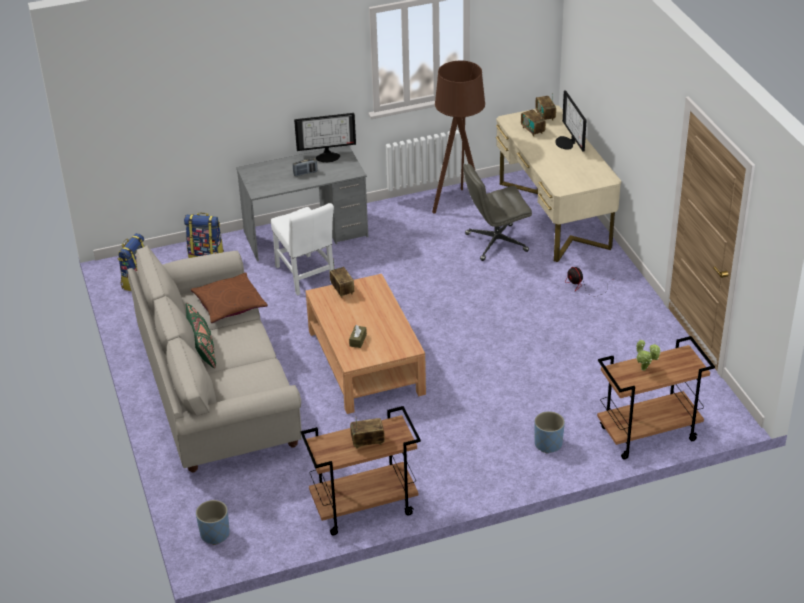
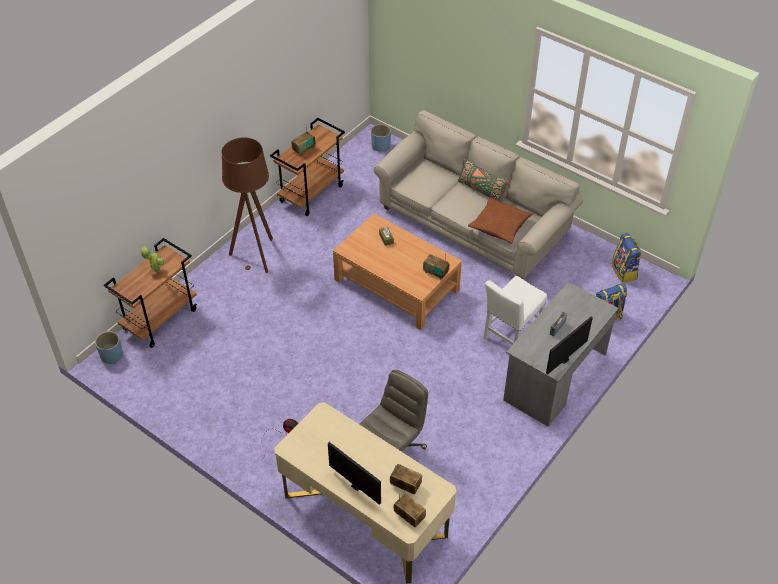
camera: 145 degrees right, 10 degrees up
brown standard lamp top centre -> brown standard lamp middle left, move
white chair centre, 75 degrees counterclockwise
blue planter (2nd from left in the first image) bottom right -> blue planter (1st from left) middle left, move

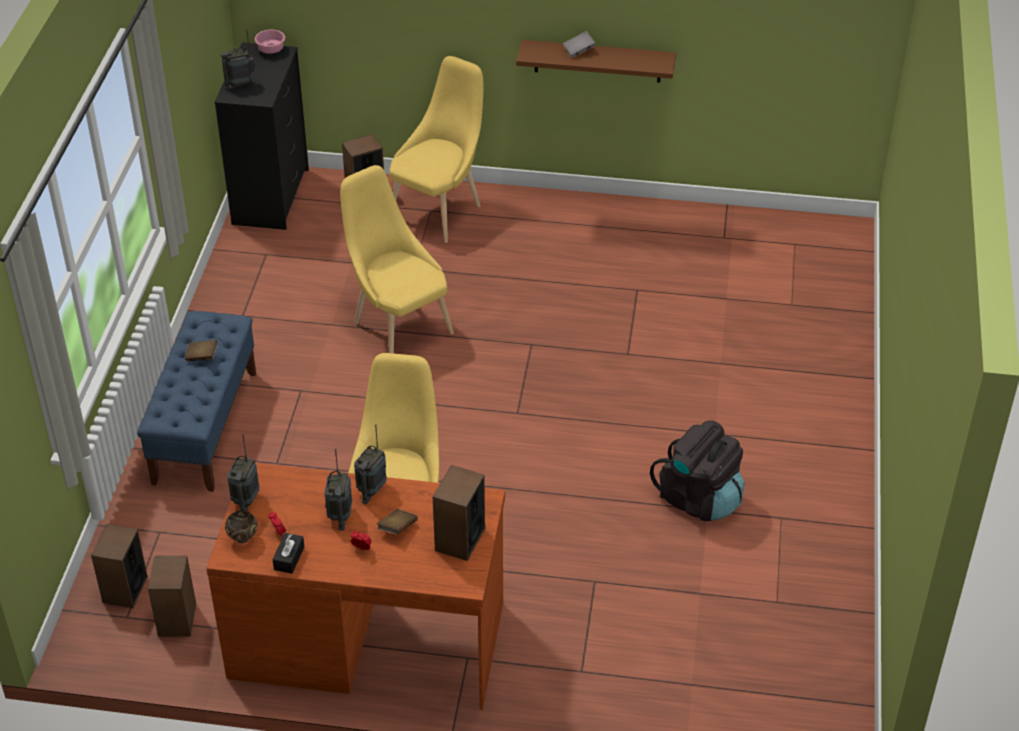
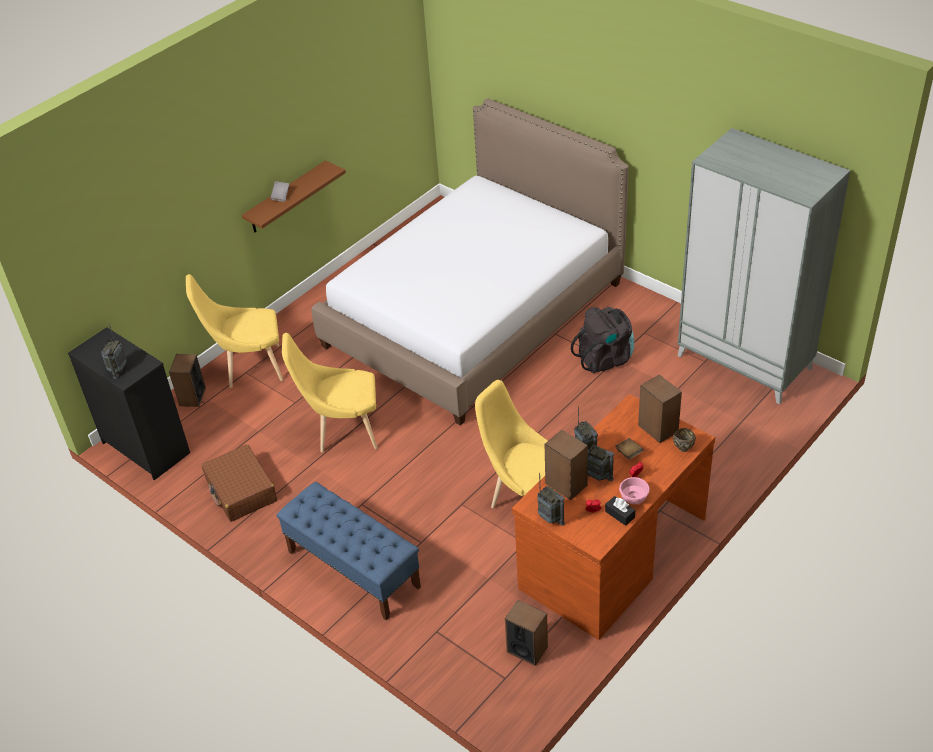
camera: 55 degrees left, 0 degrees up
pink-coloured deep dish top left -> pink-coloured deep dish middle right, move
yellowish chair (3rd from left in the first image) top centre -> yellowish chair (1st from left) middle left, 75 degrees counterclockwise
brown volume (1st from left) middle left -> none
brown deep dish bottom left -> brown deep dish middle right, move
loudspeaker (1st from left in the first image) bottom left -> loudspeaker (3rd from left) centre, move
none -> bed centre
none -> gray clothes cupboard middle right
none -> brown travel case middle left

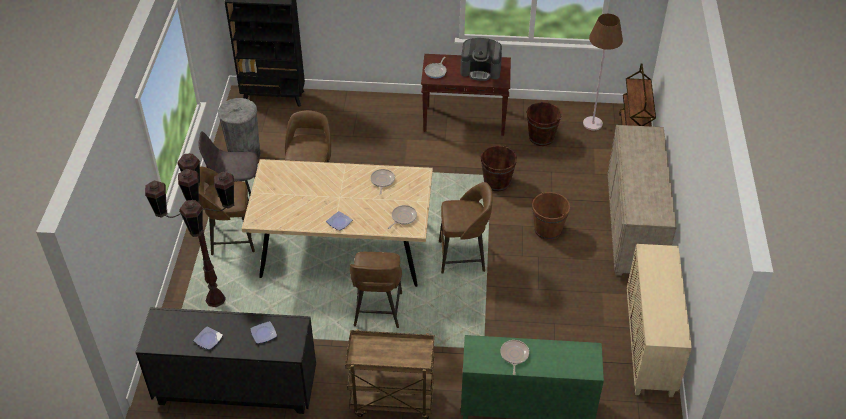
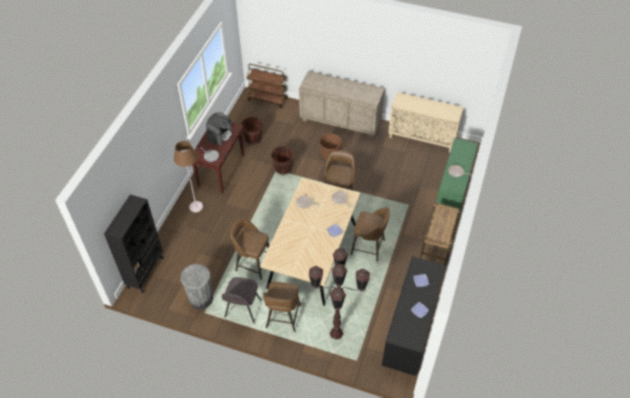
camera: 75 degrees left, 5 degrees up
brown standard lamp (2nd from left in the first image) top right -> brown standard lamp (1st from left) middle left, move

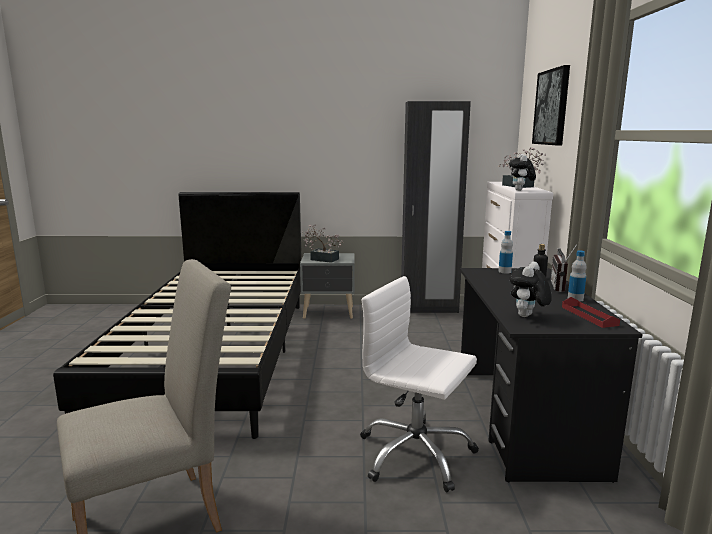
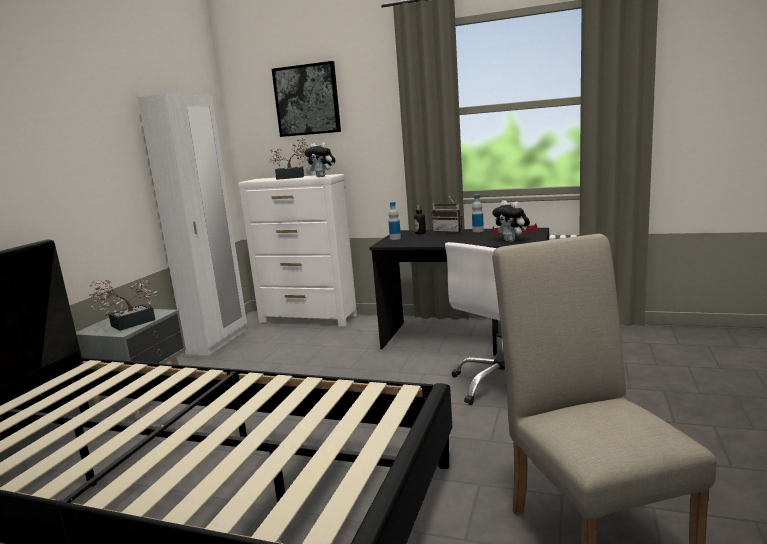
camera: 70 degrees left, 0 degrees up
blackish clothes cupboard centre -> white clothes cupboard middle left

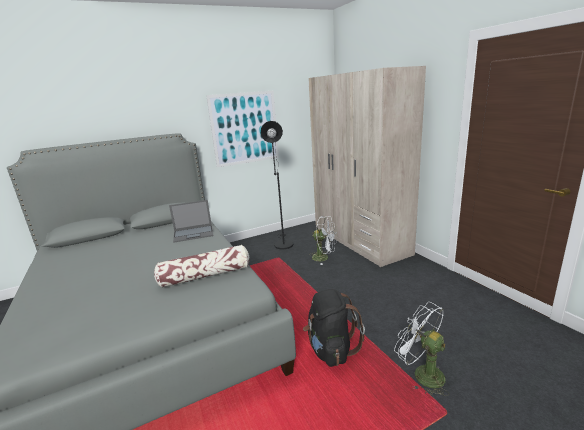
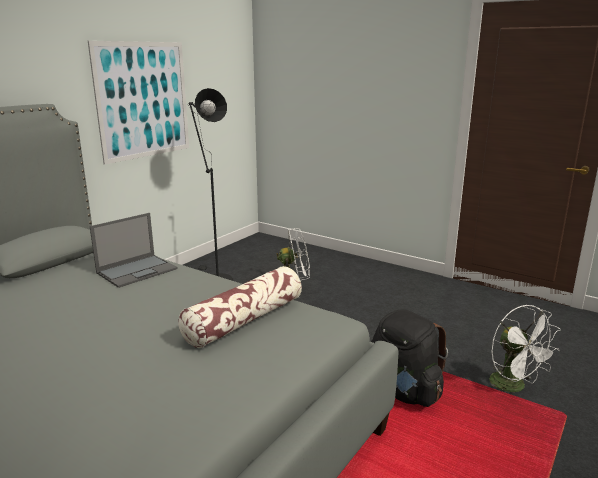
camera: 30 degrees left, 0 degrees up
beige-coloured clothes cupboard centre -> none
white fan (2nd from left) bottom right, 135 degrees counterclockwise

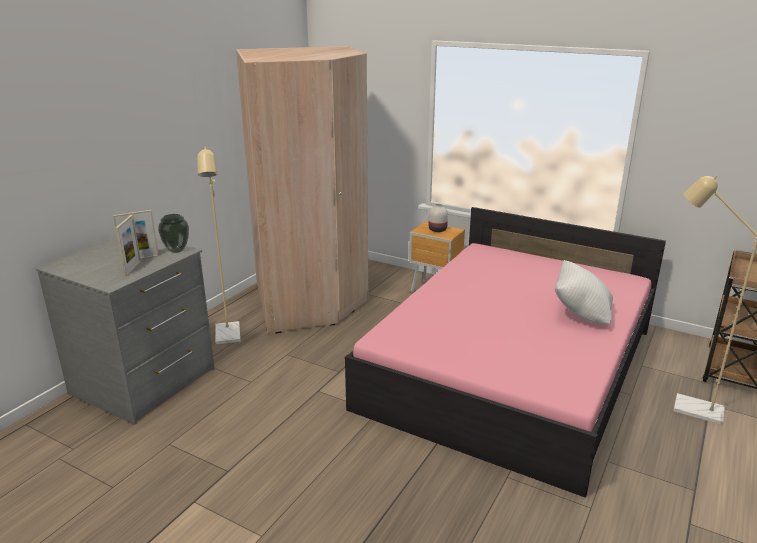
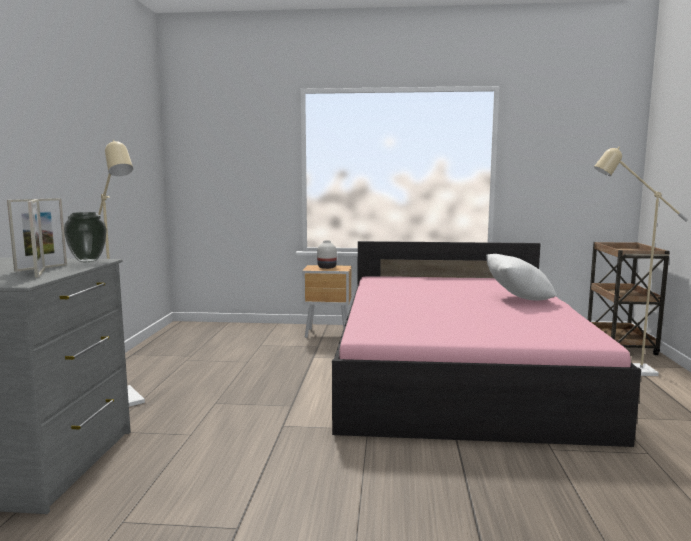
camera: 25 degrees left, 15 degrees down
beige-coloured clothes cupboard centre -> none

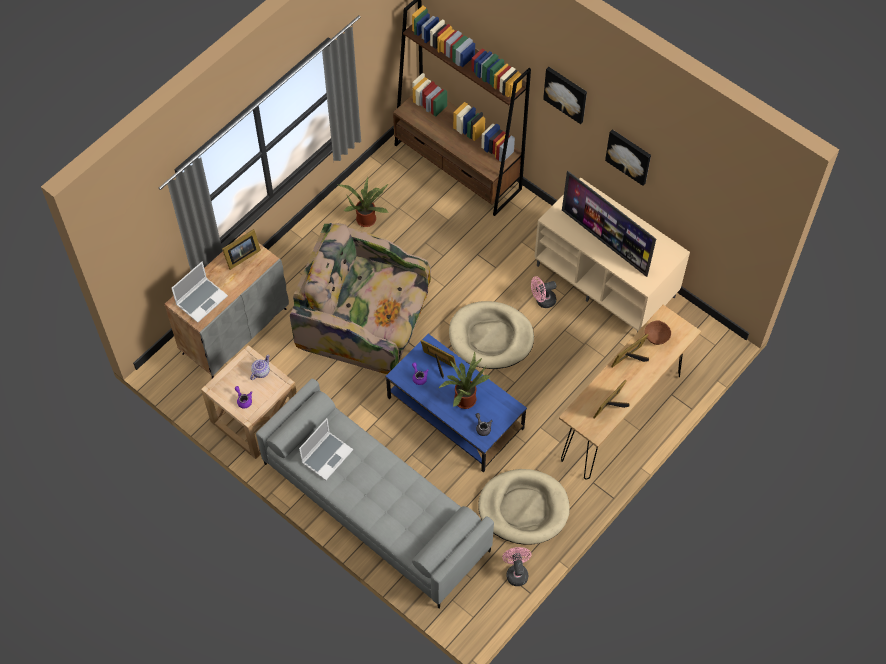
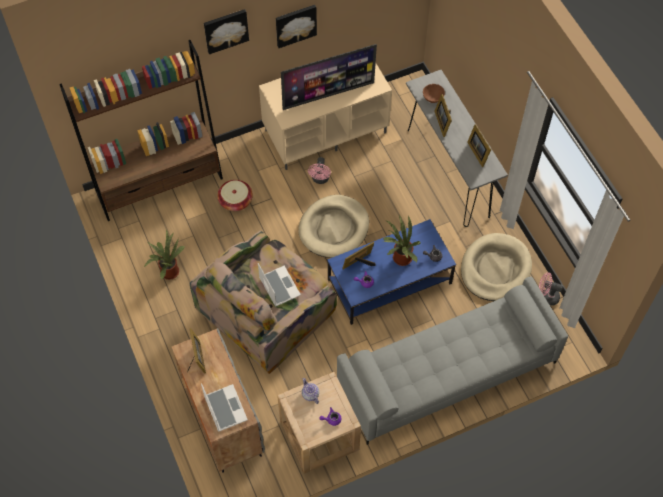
camera: 65 degrees left, 0 degrees up
brown hall table middle right -> gray hall table top right
portable computer (2nd from left) bottom centre -> portable computer (2nd from left) centre, move
none -> household basket centre

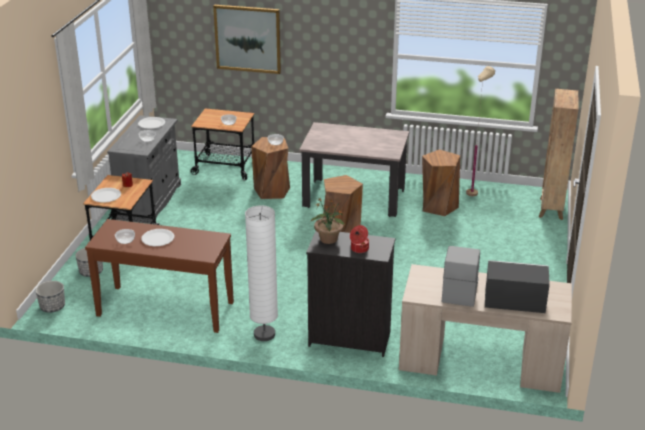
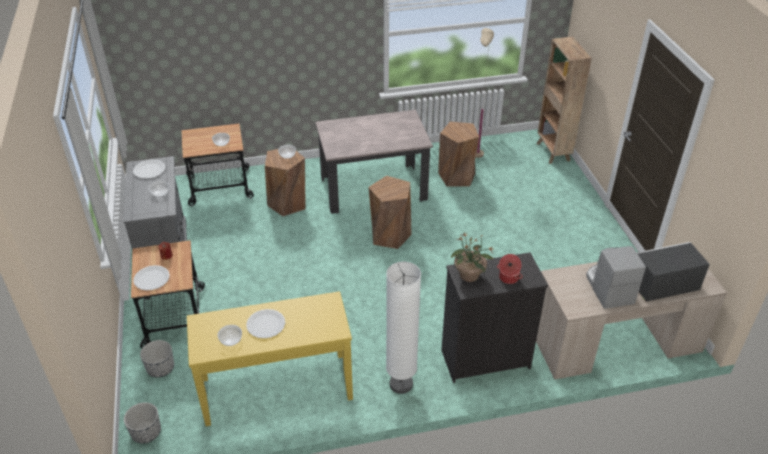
camera: 25 degrees left, 10 degrees up
picture top centre -> none
brown hall table middle left -> yellowish hall table bottom centre

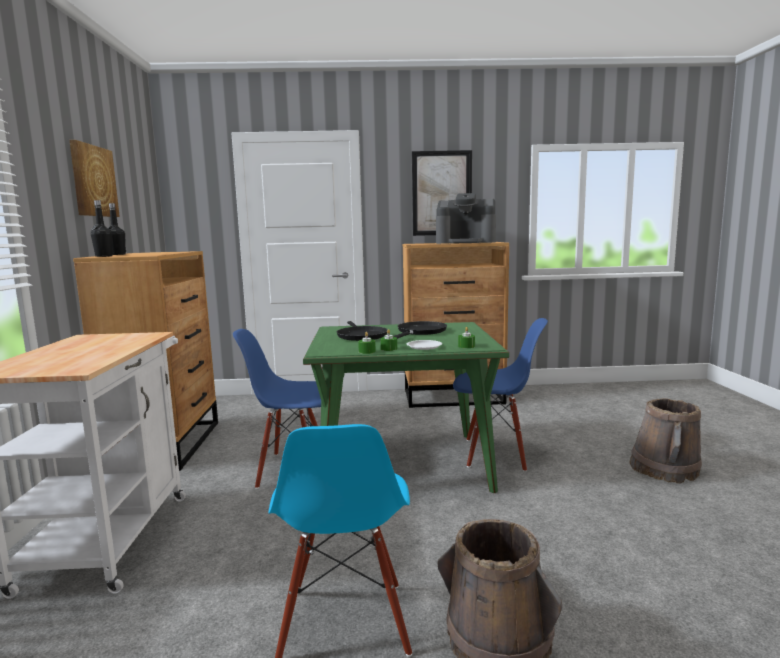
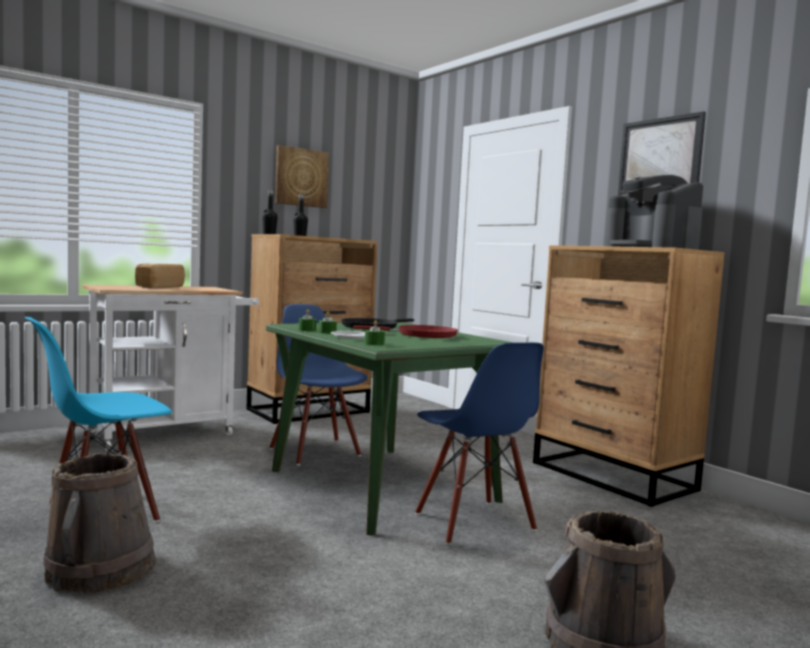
camera: 55 degrees right, 5 degrees down
blackish pan (2nd from left) centre -> reddish pan centre
none -> bread middle left

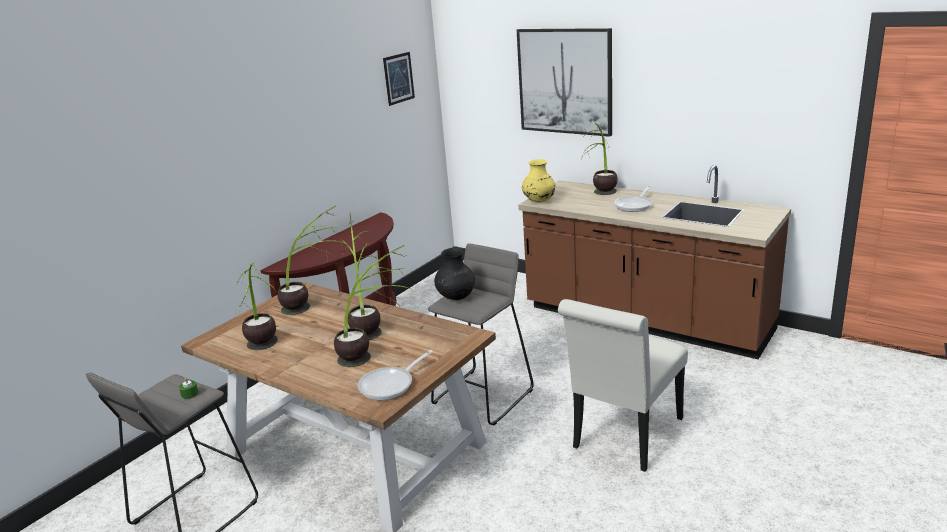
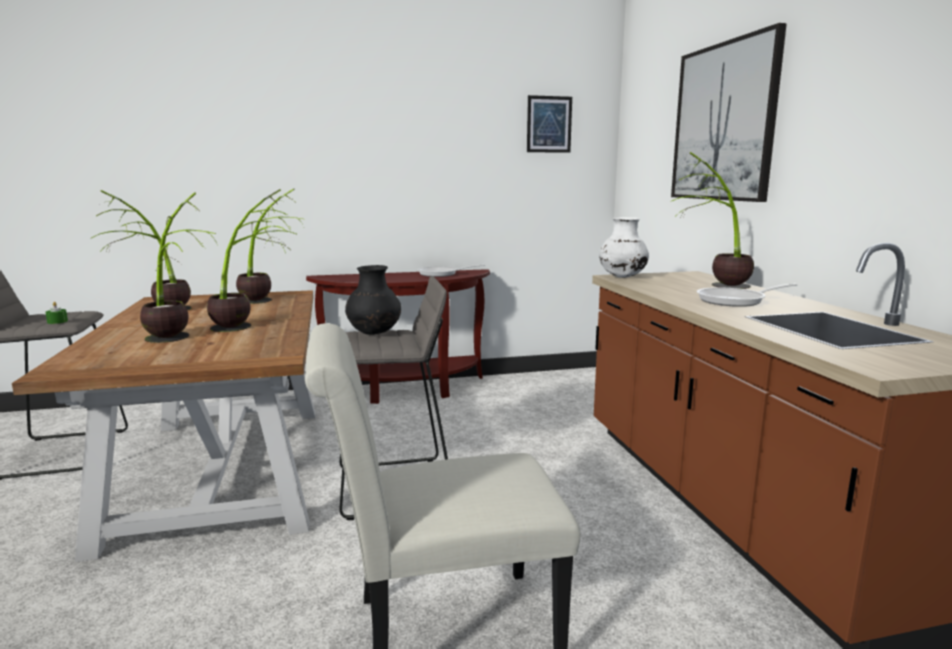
camera: 40 degrees right, 10 degrees down
yellowish flower vase centre -> white flower vase centre
pan (1st from left) bottom centre -> pan (1st from left) centre, move

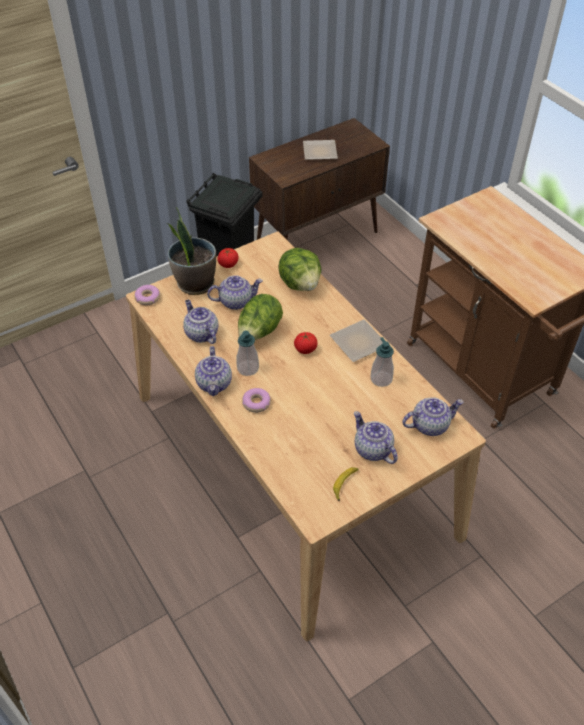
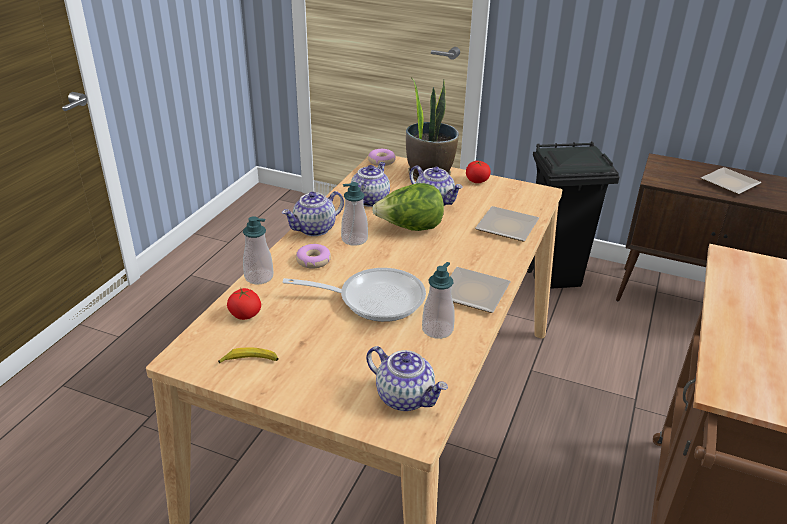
camera: 55 degrees right, 15 degrees down
lettuce head (2nd from left) centre -> dinner plate (2nd from left) centre
fresh tomato (2nd from left in the first image) centre -> fresh tomato (1st from left) middle left, move
teapot (4th from left) centre -> none
none -> soap bottle (1st from left) middle left
none -> pan centre

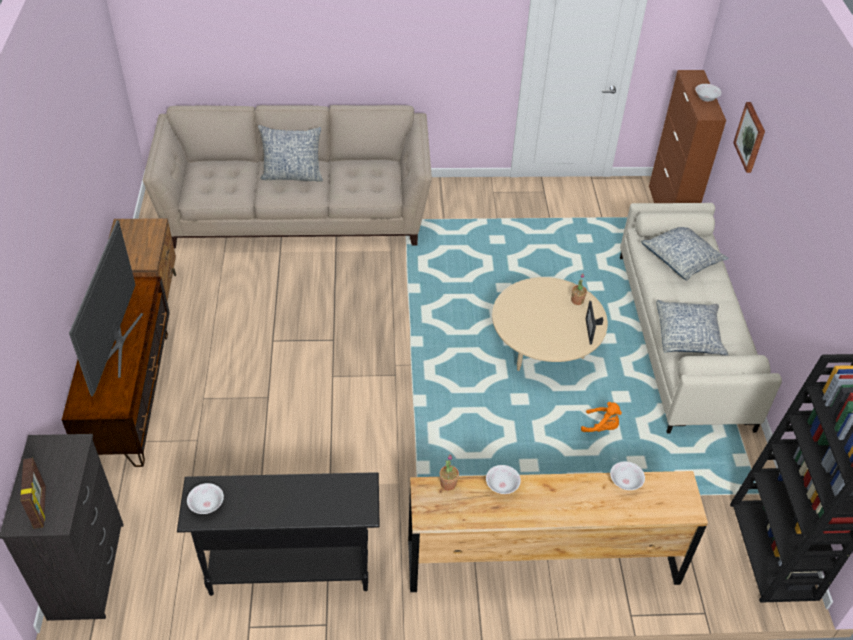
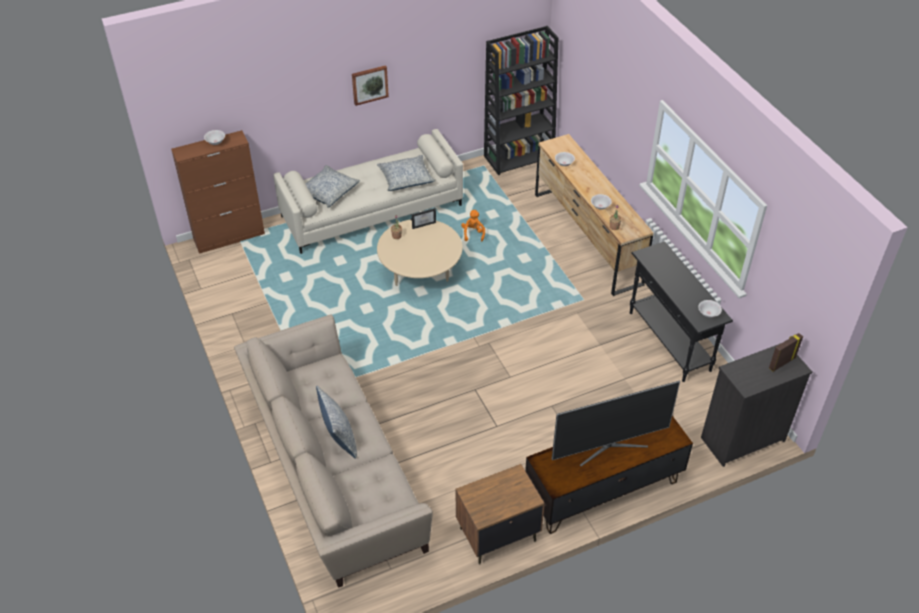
camera: 110 degrees left, 0 degrees up
picture top right -> picture top centre, move

